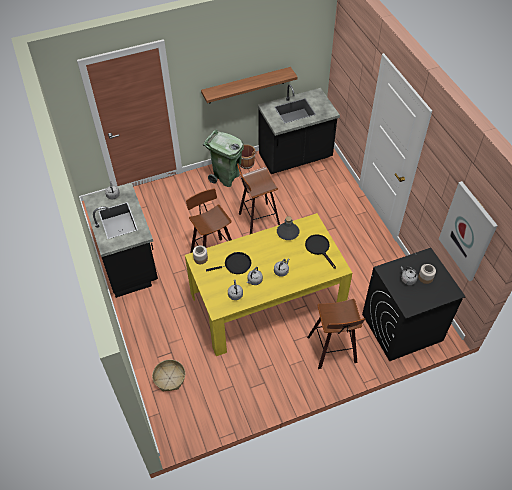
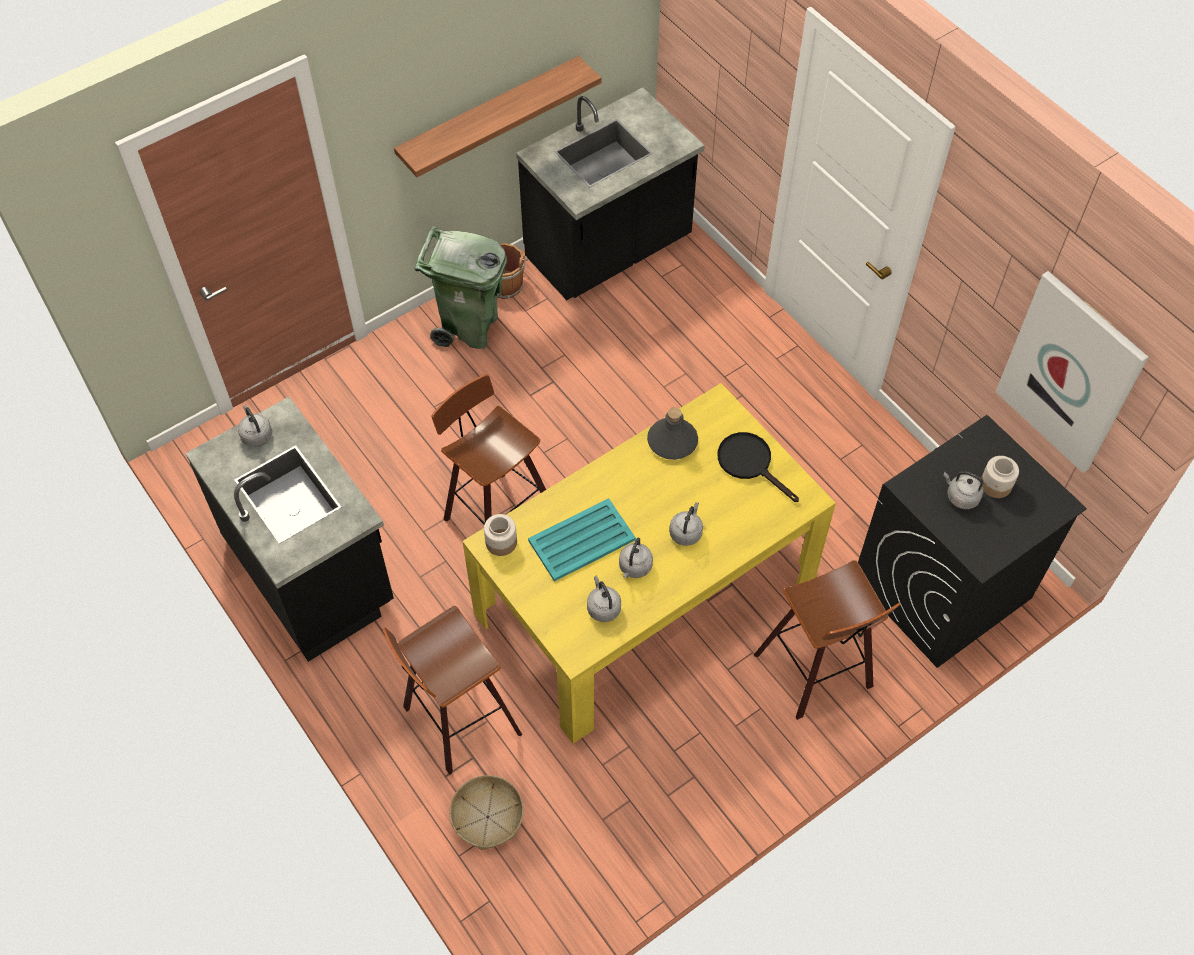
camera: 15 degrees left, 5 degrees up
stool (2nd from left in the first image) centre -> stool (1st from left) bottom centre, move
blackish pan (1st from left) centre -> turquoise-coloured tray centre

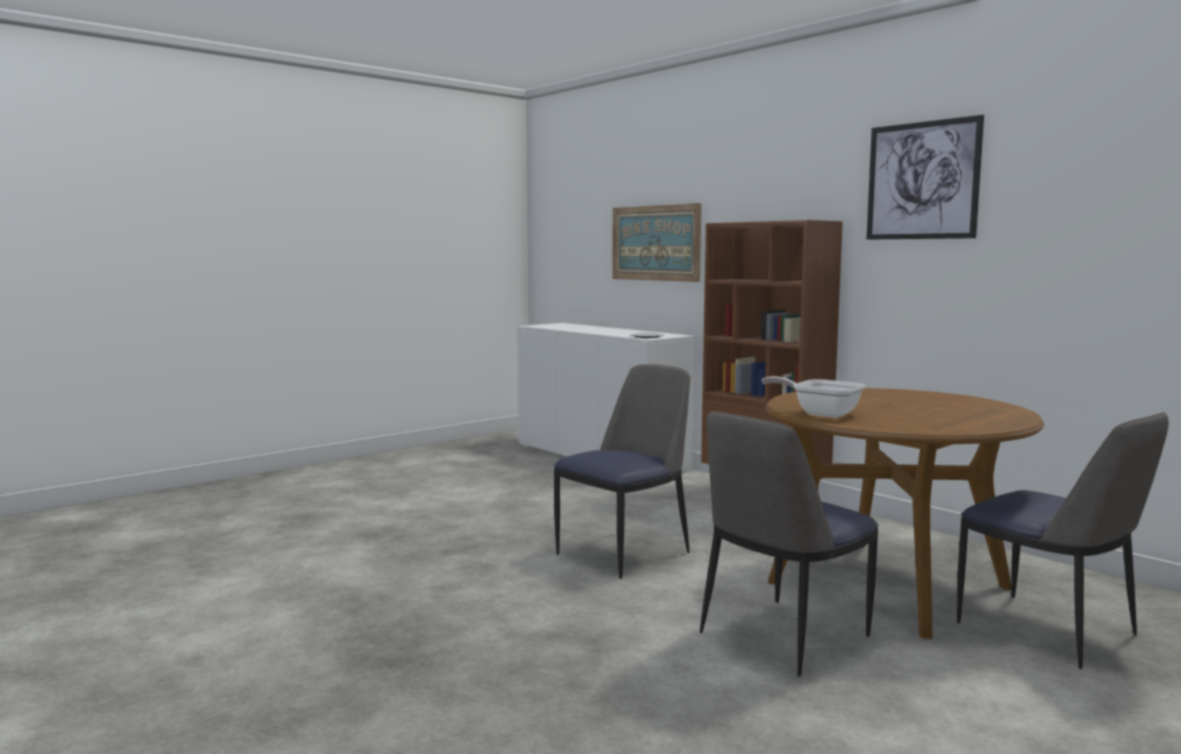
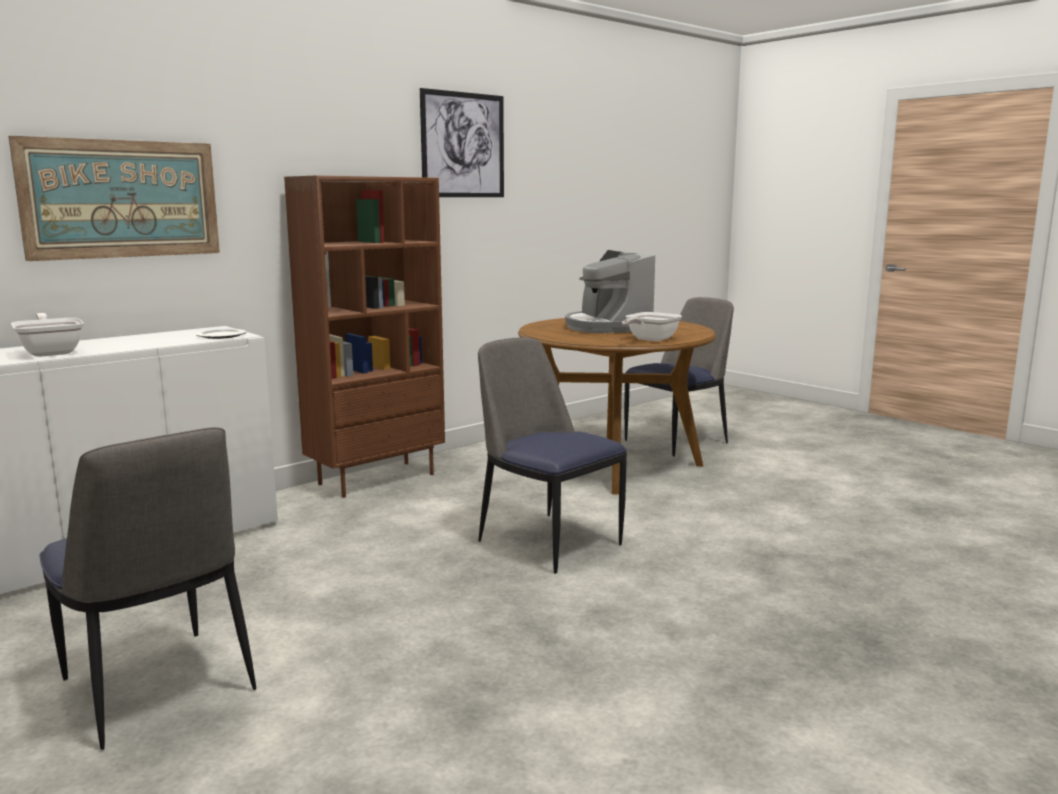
camera: 90 degrees left, 5 degrees up
chair (2nd from left in the first image) bottom right -> chair (1st from left) bottom left, move
none -> coffee machine centre
none -> pan (1st from left) middle left

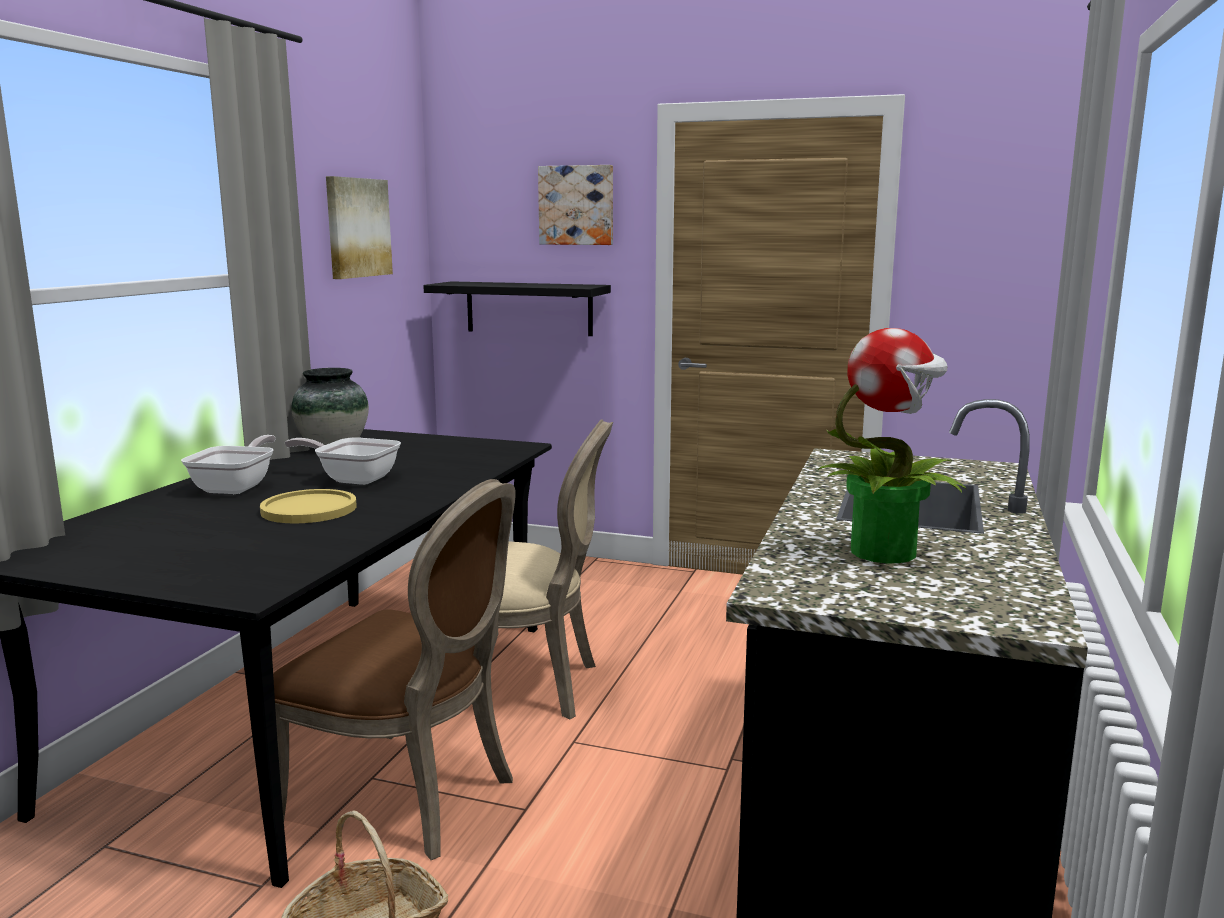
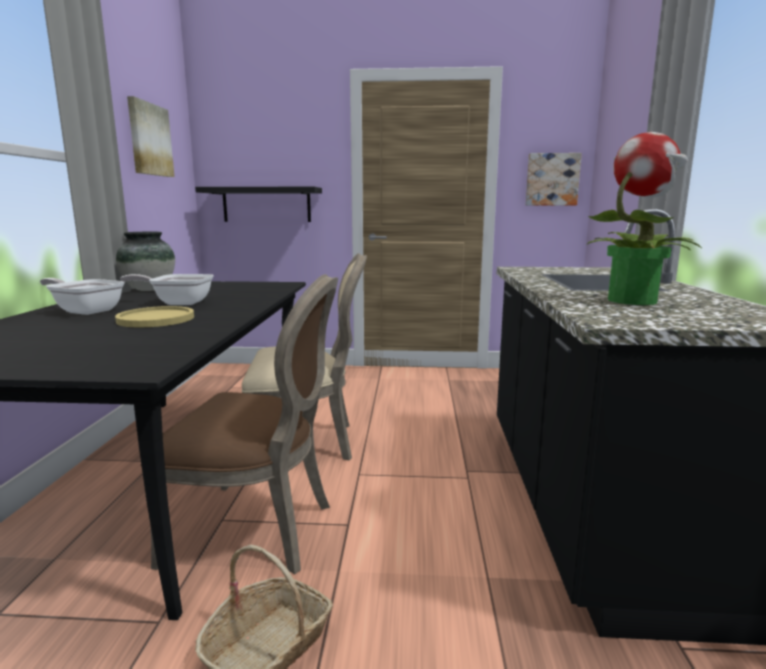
camera: 15 degrees left, 0 degrees up
picture (2nd from left) top centre -> picture (2nd from left) top right, move
pan (1st from left) middle left, 60 degrees counterclockwise

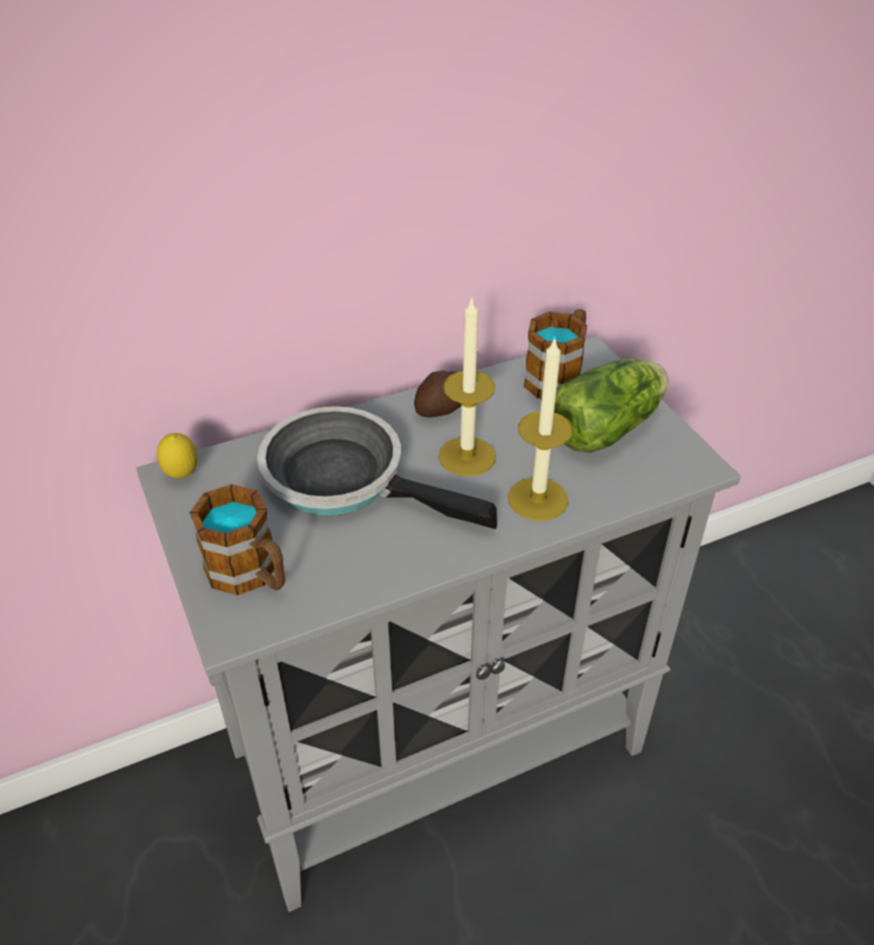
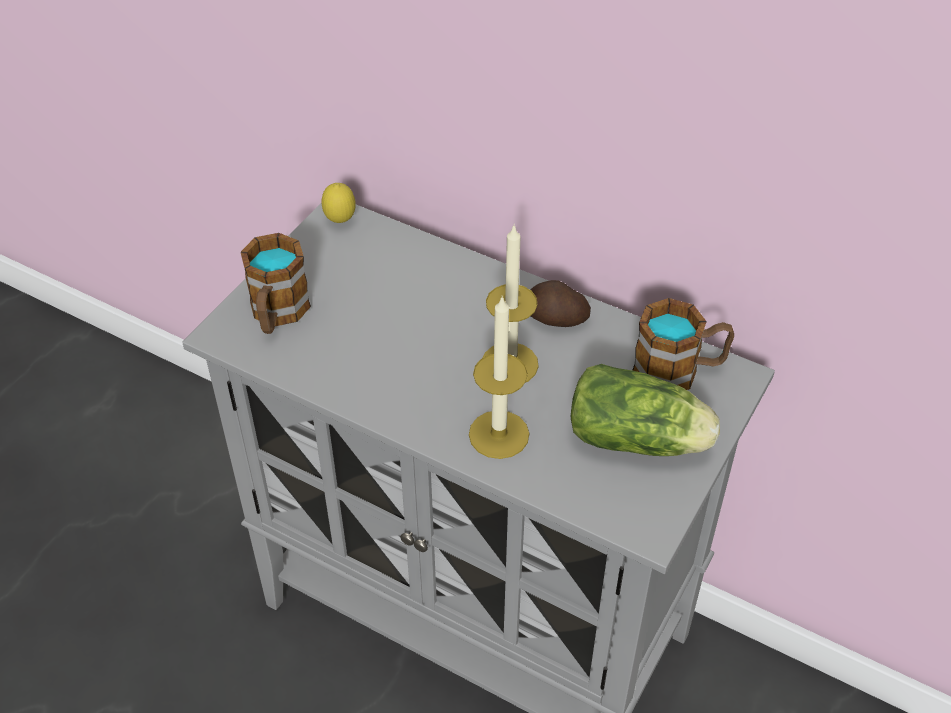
camera: 55 degrees right, 5 degrees up
pan centre -> none

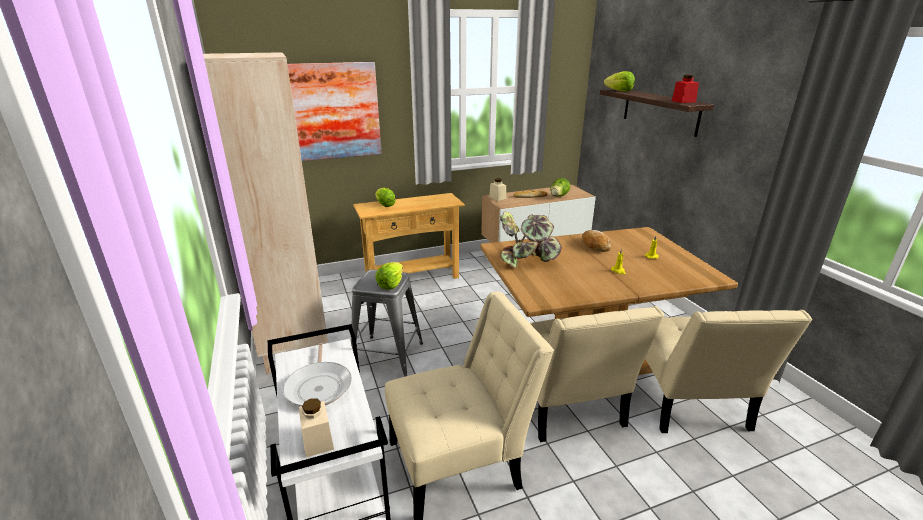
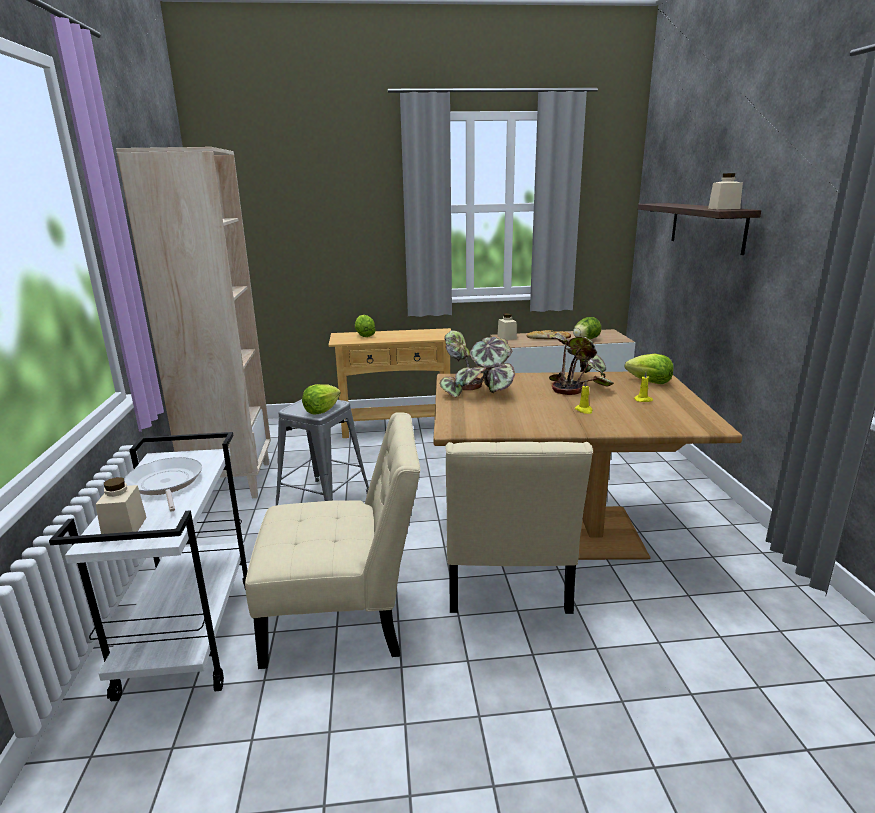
camera: 15 degrees right, 5 degrees down
picture top centre -> none
lettuce head (4th from left) top right -> lettuce head (4th from left) middle right, move
reddish storage jar top right -> beige-coloured storage jar (3rd from left) top right
bread (2nd from left) centre -> potted plant (2nd from left) centre
beige-coloured chair (3rd from left) bottom right -> none
pan bottom centre -> pan middle left, 150 degrees clockwise

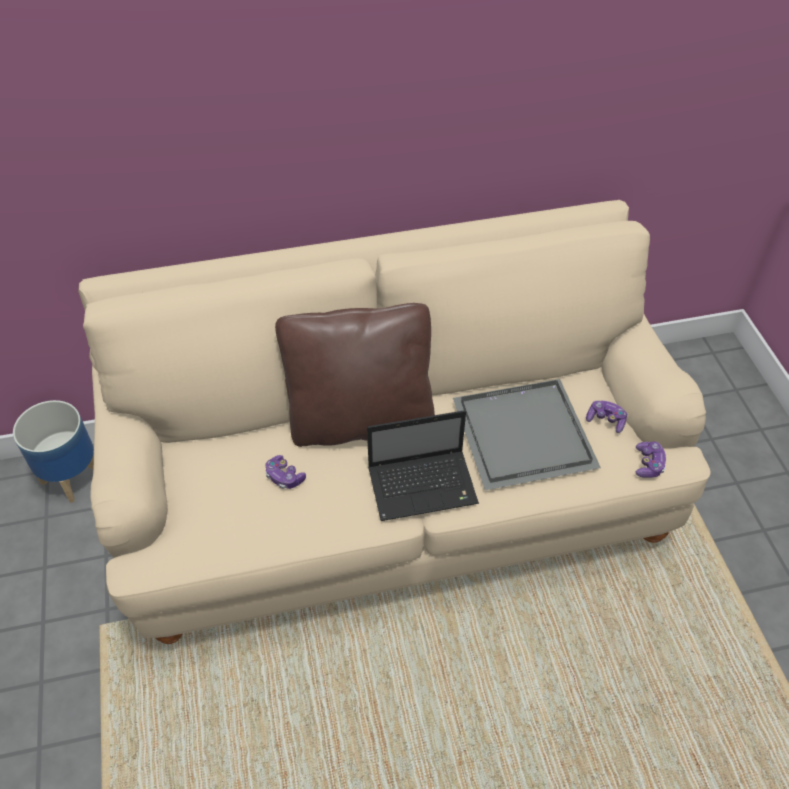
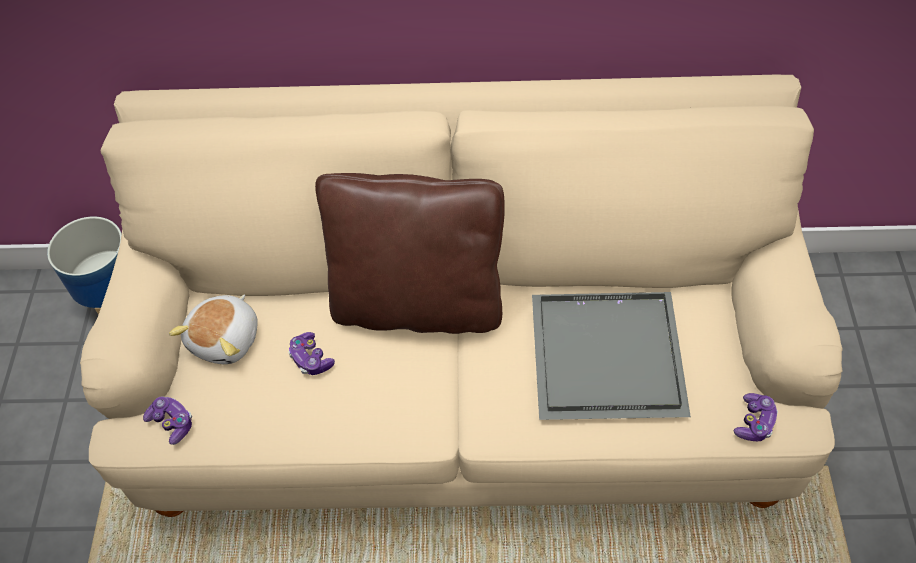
camera: 15 degrees right, 5 degrees up
joypad (2nd from left in the first image) middle right -> joypad (1st from left) bottom left, move
portable computer centre -> none
none -> soft toy middle left

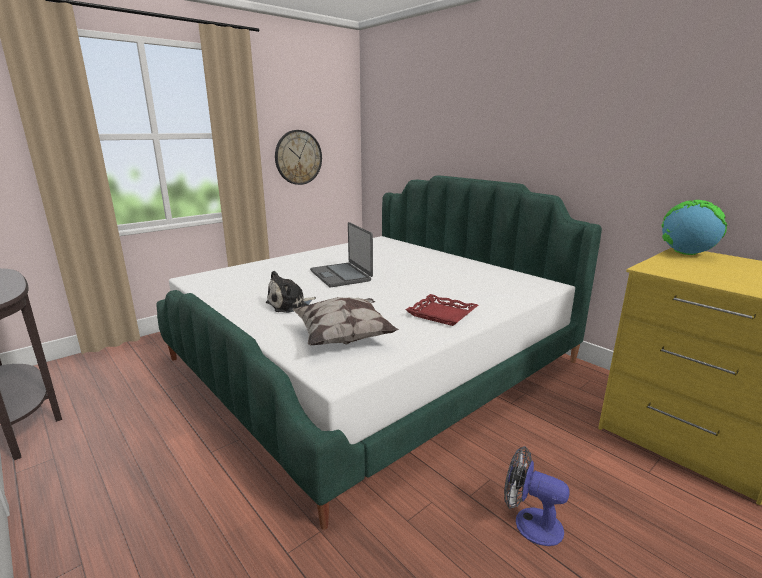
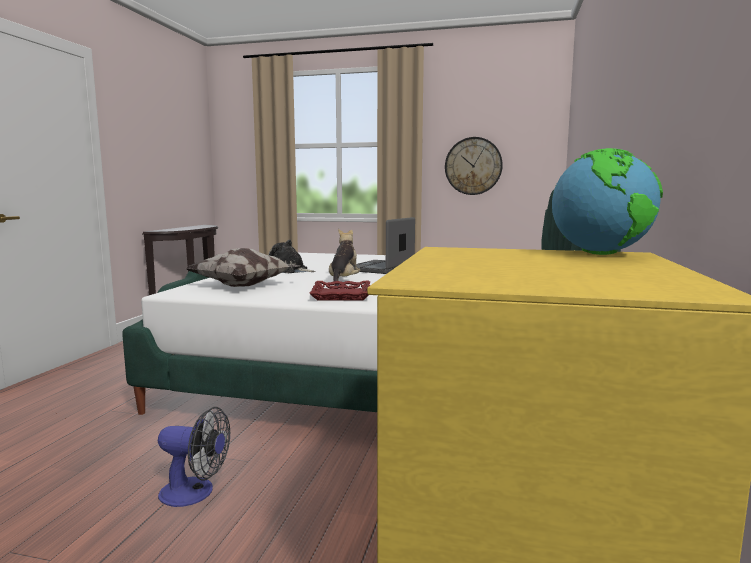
camera: 55 degrees right, 10 degrees down
fan bottom right -> fan bottom left, 105 degrees clockwise
none -> soft toy (2nd from left) centre

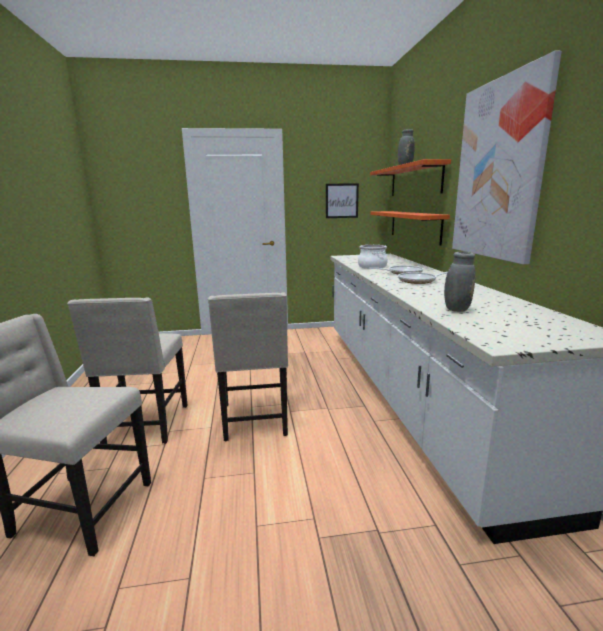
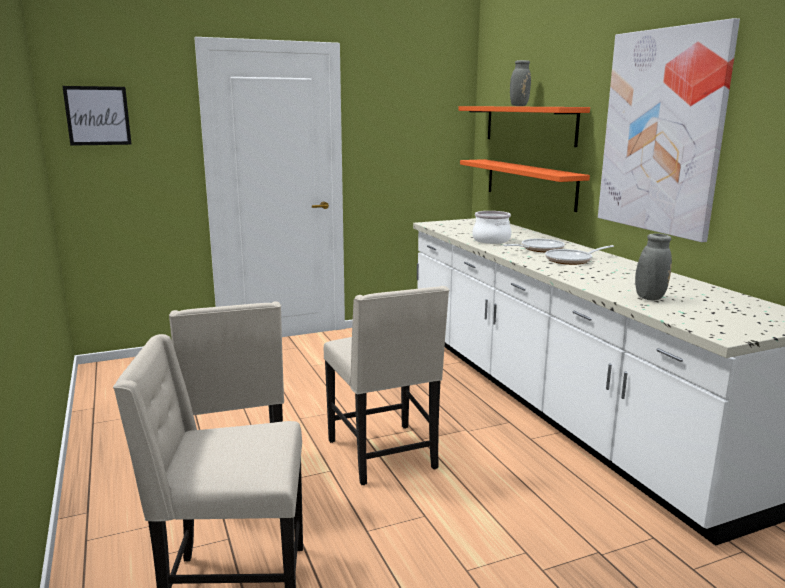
camera: 15 degrees left, 0 degrees up
picture (1st from left) top centre -> picture (1st from left) top left, move

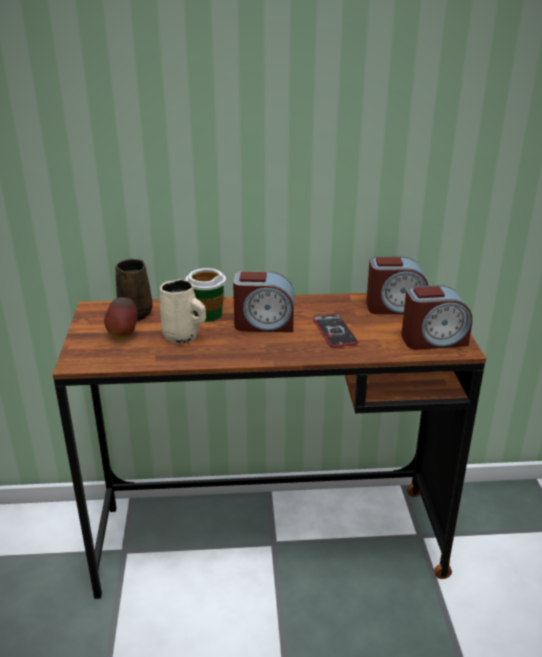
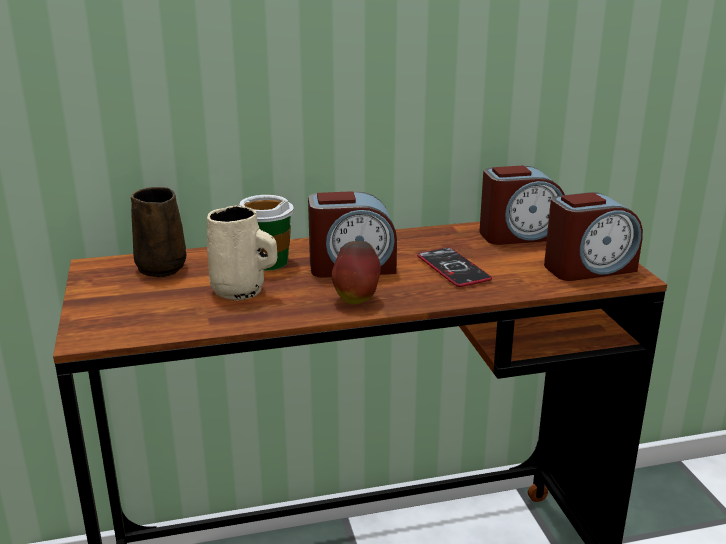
camera: 10 degrees left, 5 degrees down
apple middle left -> apple centre, move

